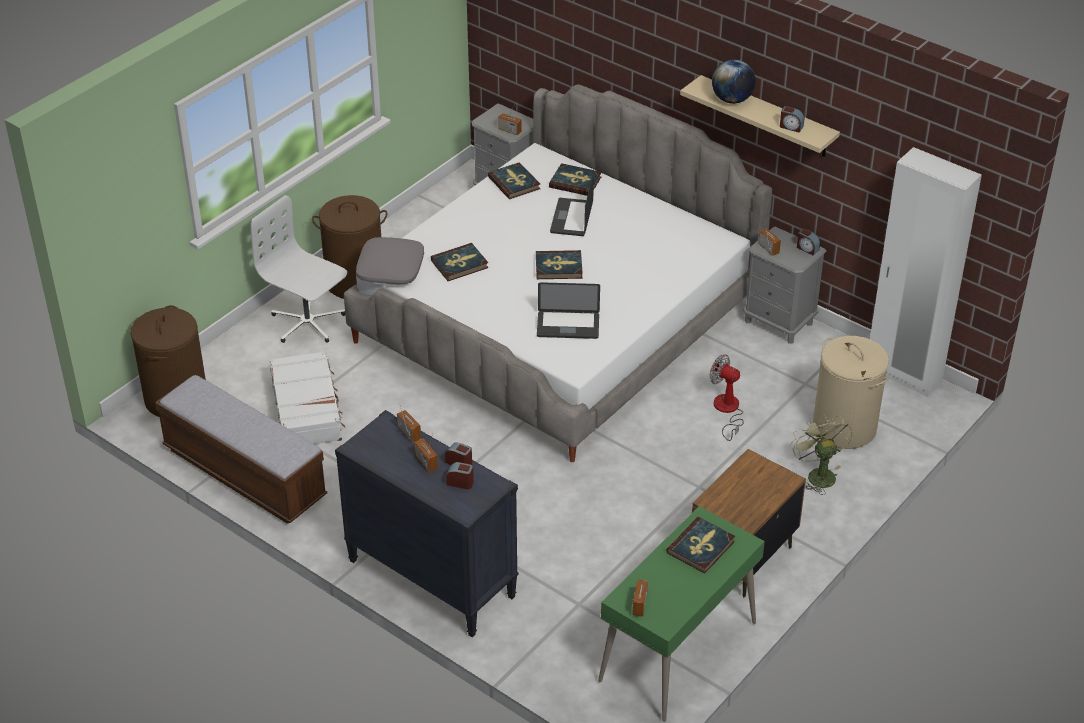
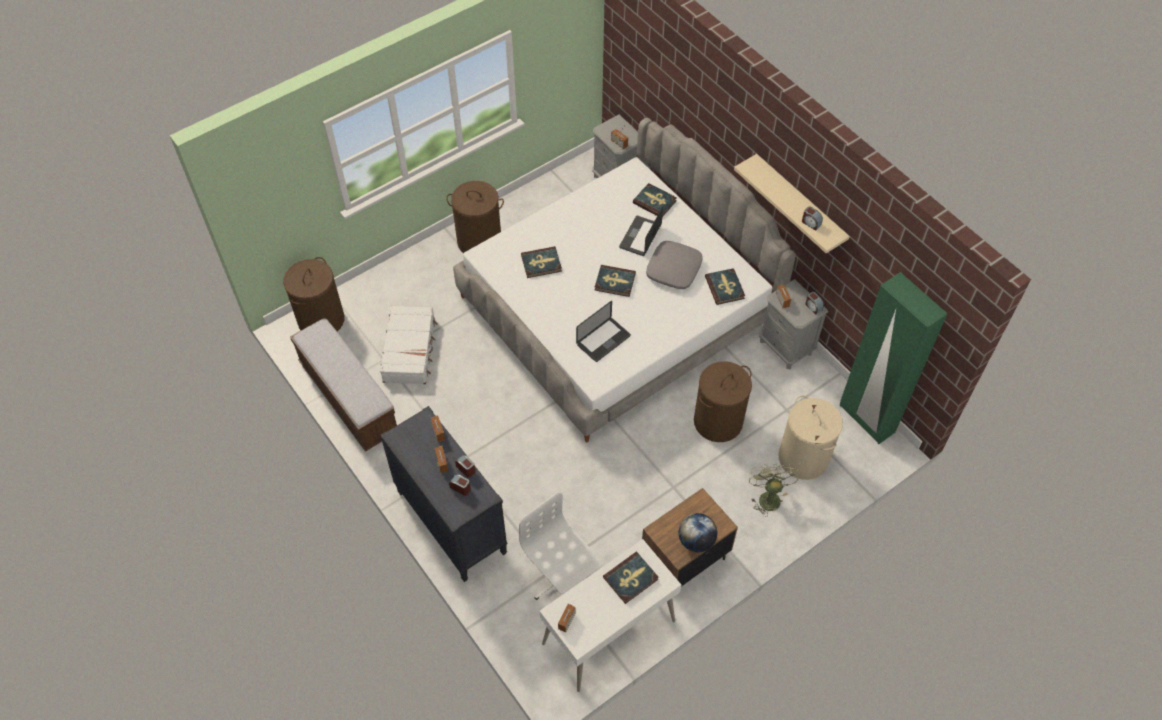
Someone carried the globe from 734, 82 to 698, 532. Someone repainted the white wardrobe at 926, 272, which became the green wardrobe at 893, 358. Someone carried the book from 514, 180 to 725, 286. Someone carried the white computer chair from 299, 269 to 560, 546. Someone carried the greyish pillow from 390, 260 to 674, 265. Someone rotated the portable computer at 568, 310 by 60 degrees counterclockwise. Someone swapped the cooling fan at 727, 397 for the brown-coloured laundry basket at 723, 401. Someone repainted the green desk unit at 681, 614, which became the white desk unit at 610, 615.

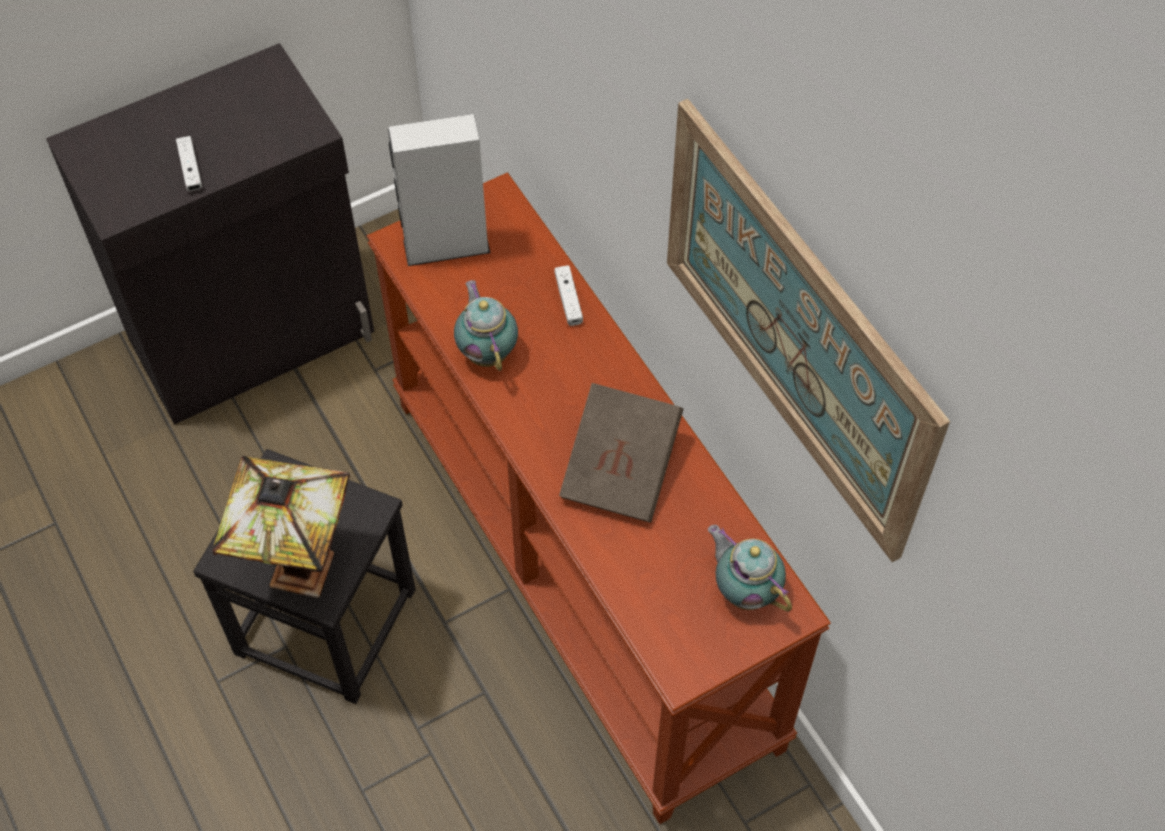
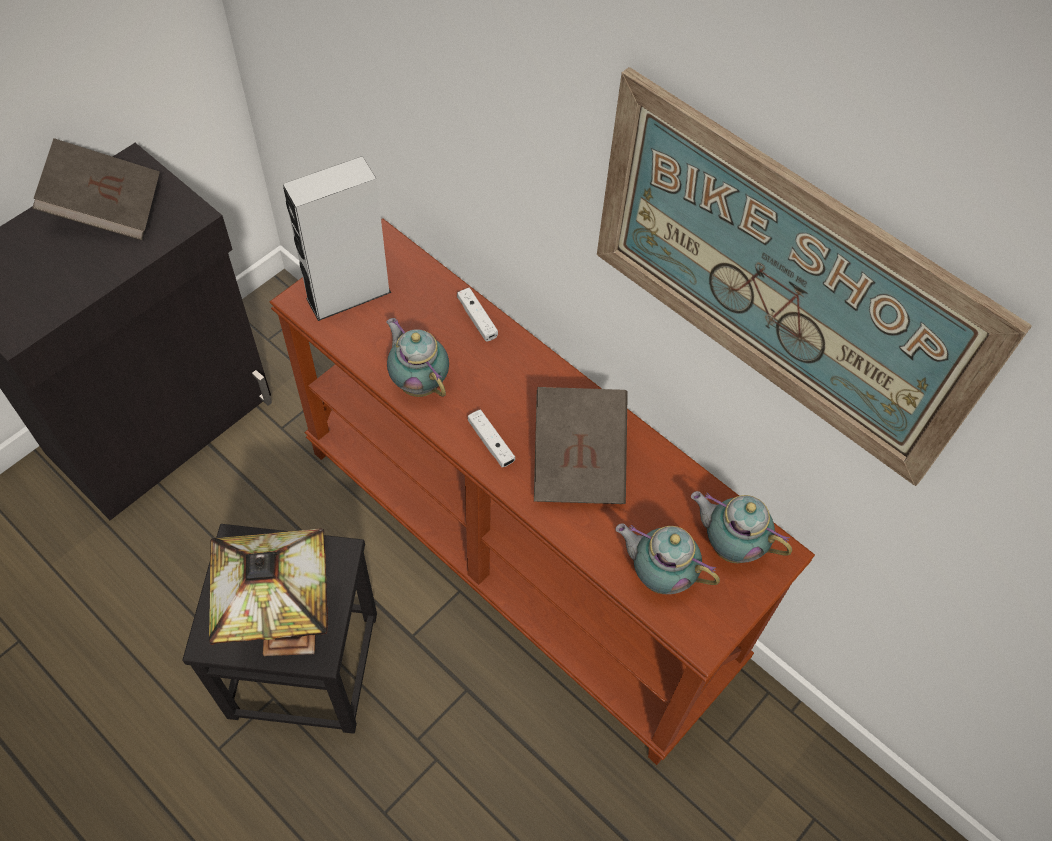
Someone carried the white game controller from 189, 163 to 491, 438. Someone put down the brown-coloured book at 96, 189. Someone put down the tea pot at 668, 558.

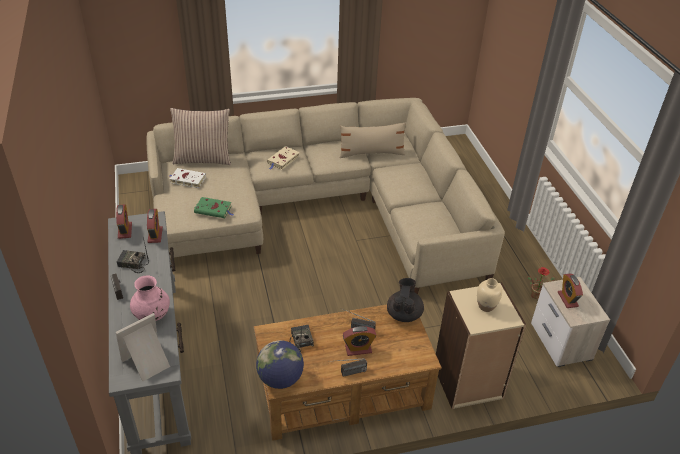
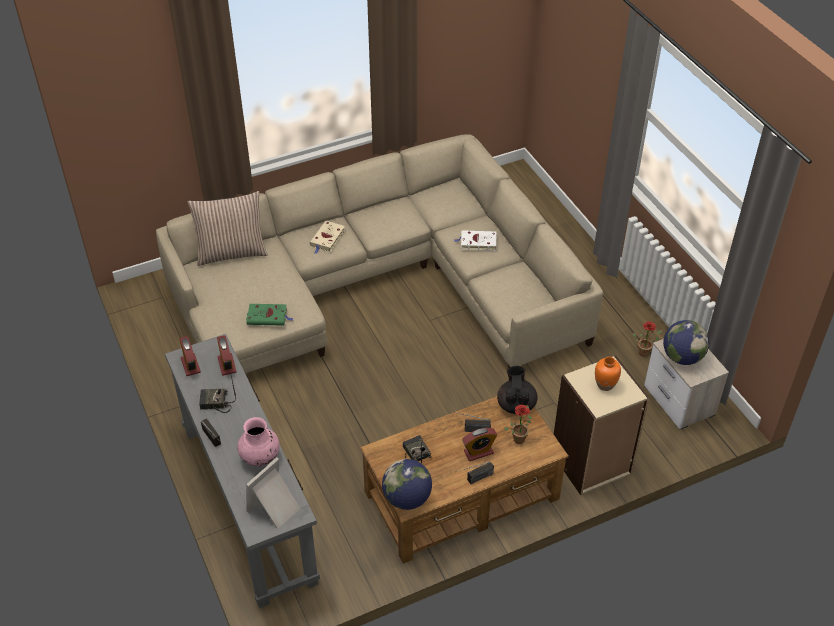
Someone took away the beige pillow at 373, 140. Someone carried the white book from 188, 178 to 475, 240. Someone swapped the table clock at 570, 291 for the globe at 686, 342. Someone repainted the beige decorative vase at 489, 295, which became the orangey decorative vase at 608, 374. Someone put down the potted plant at 517, 424.

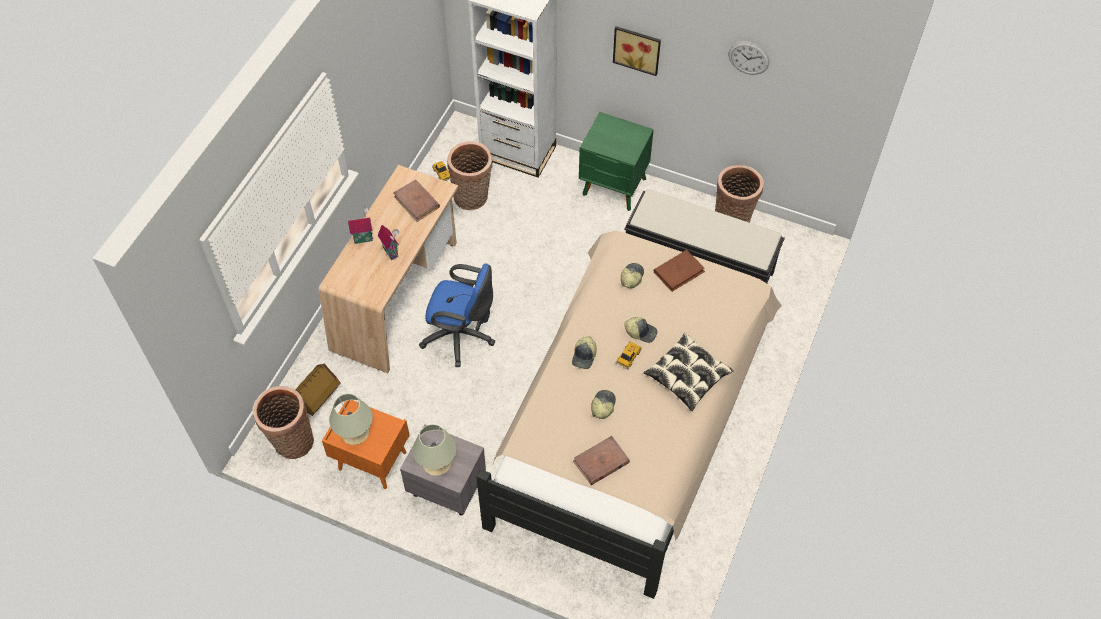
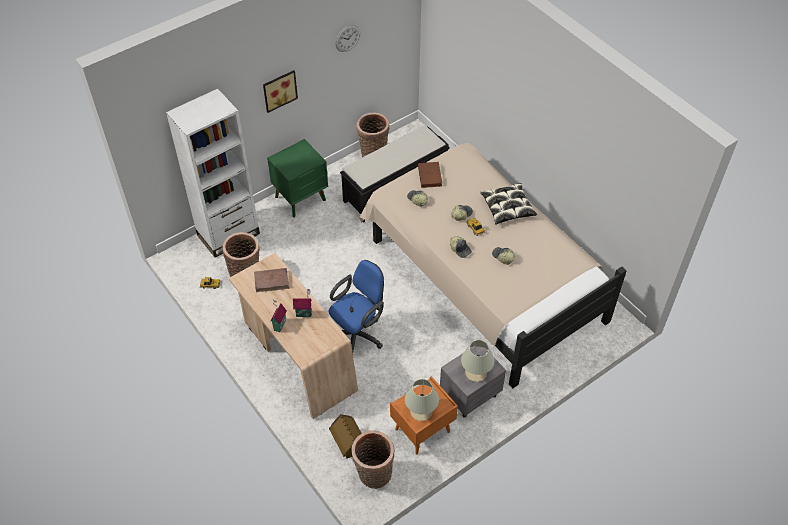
Someone took away the brown-coloured book at 601, 460.

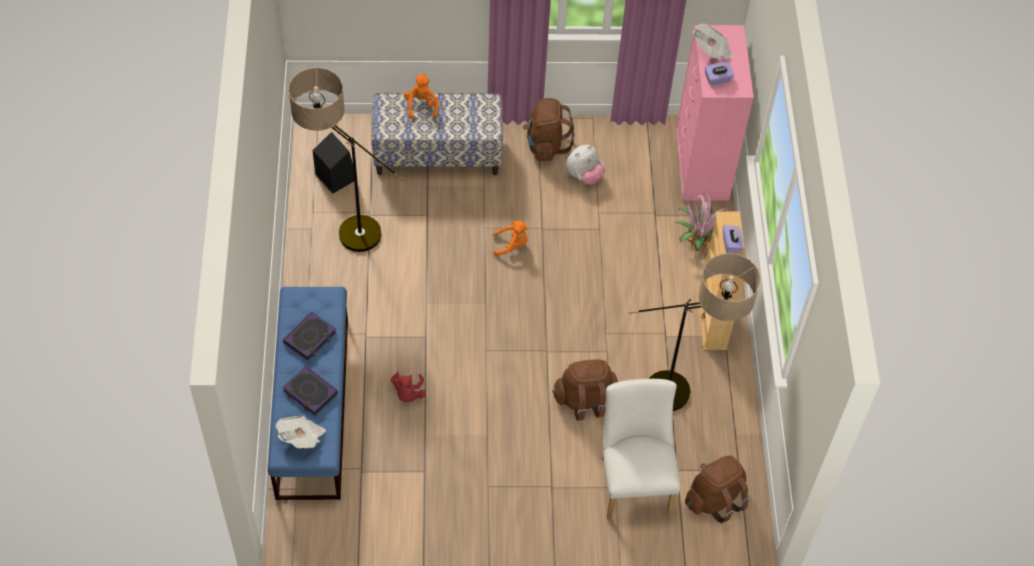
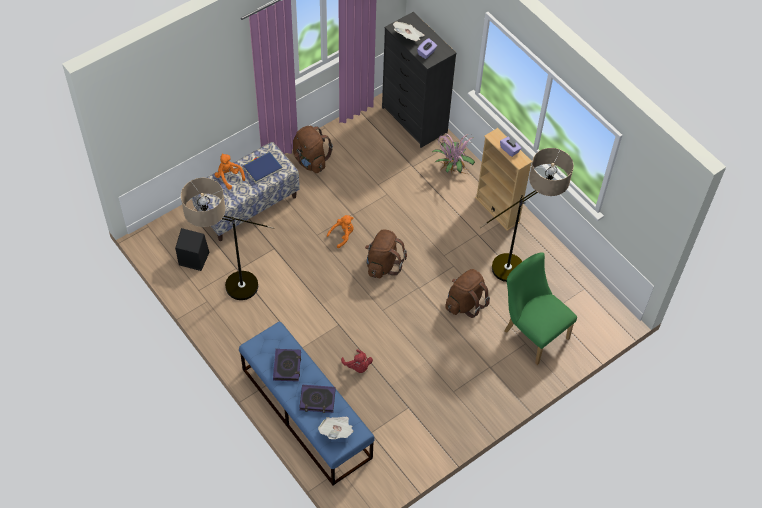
Someone repainted the pink-coloured drawer chest at 715, 113, which became the black-coloured drawer chest at 419, 80. Someone took away the plush toy at 585, 165. Someone repainted the white chair at 641, 449, which became the green chair at 540, 308. Someone carried the brown-coloured knapsack from 717, 489 to 386, 253. Someone put down the bluish book at 263, 167.

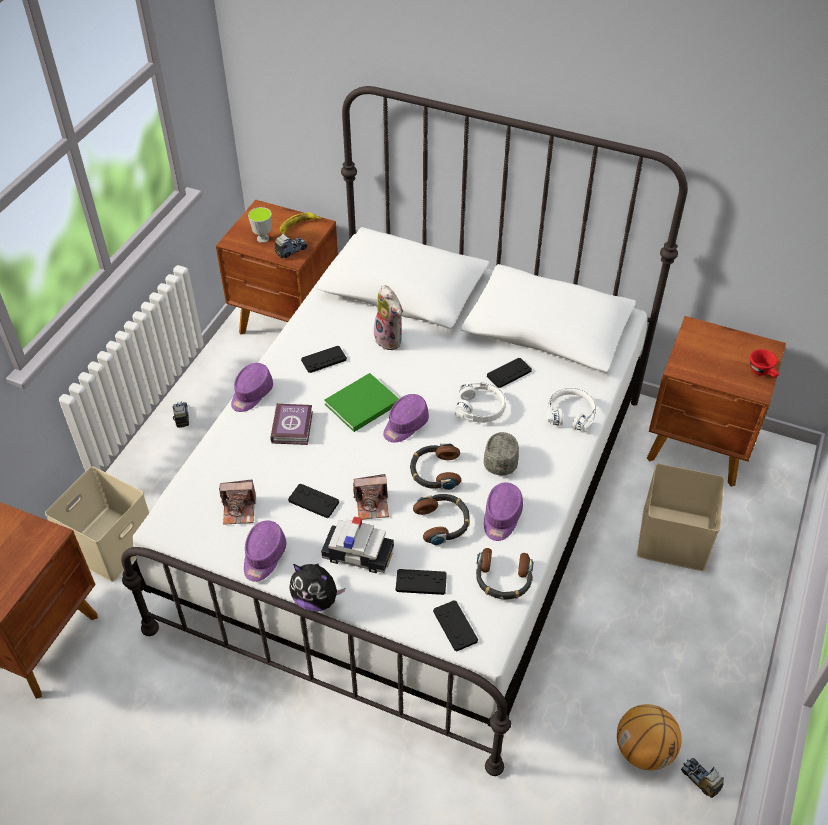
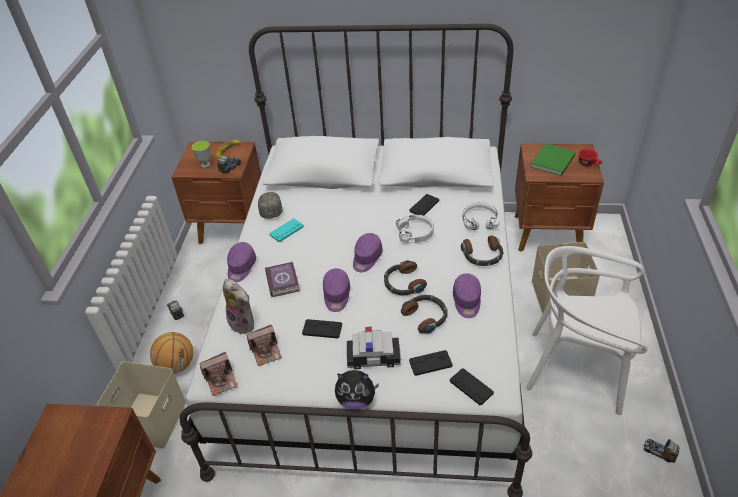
Someone carried the plush toy from 388, 317 to 238, 307. Someone repainted the black-coloured game controller at 324, 359, which became the turquoise game controller at 287, 230. Someone carried the green book from 362, 402 to 553, 160. Someone carried the greyish cap from 501, 453 to 270, 205. Someone carried the photo camera from 371, 497 to 218, 374. Someone carried the purplish cap from 265, 551 to 336, 290. Someone carried the headset from 505, 573 to 482, 250. Someone carried the basketball ball from 649, 737 to 171, 353. Someone put down the white chair at 587, 330.

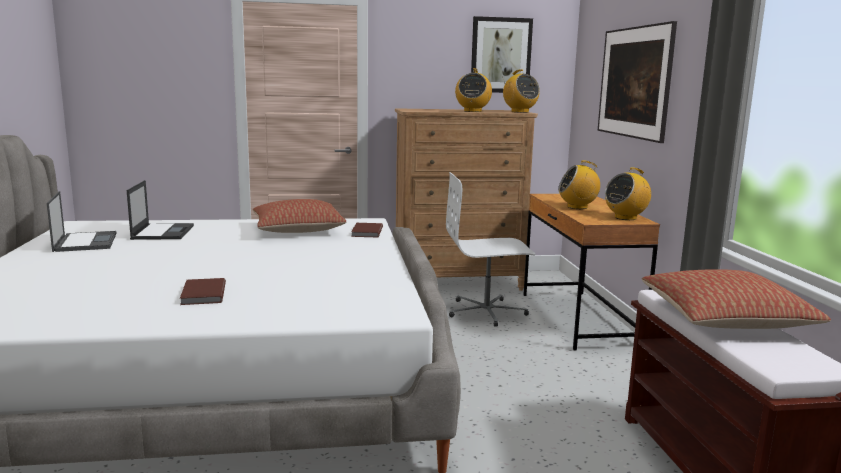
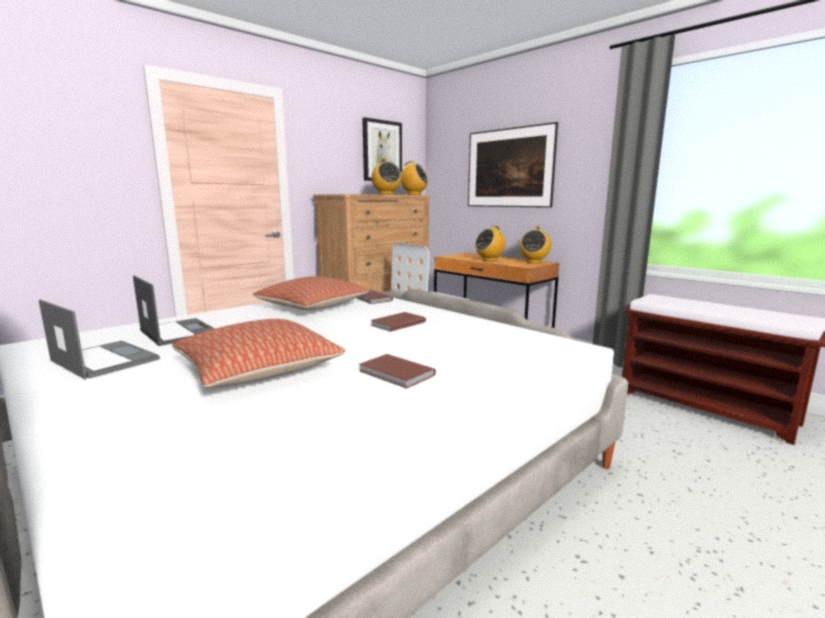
Someone carried the pillow from 736, 299 to 258, 353. Someone put down the brown-coloured book at 398, 322.

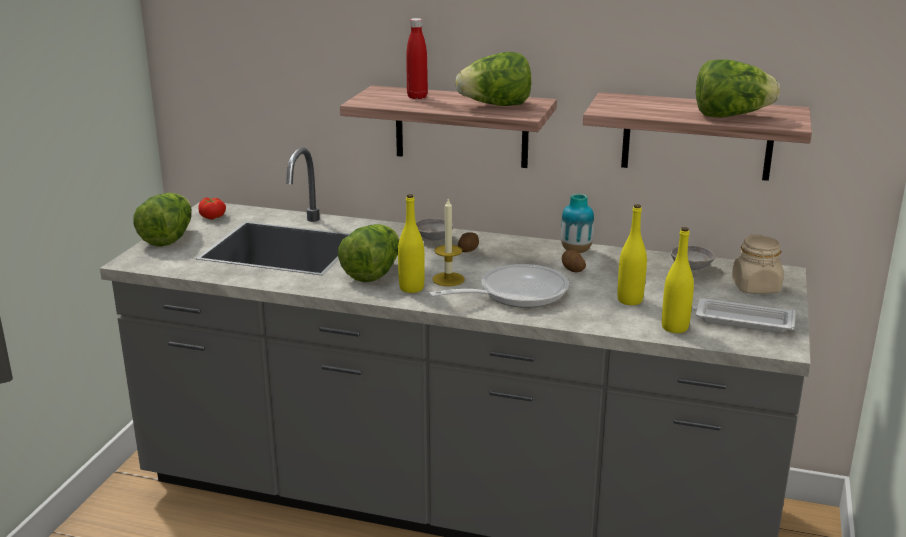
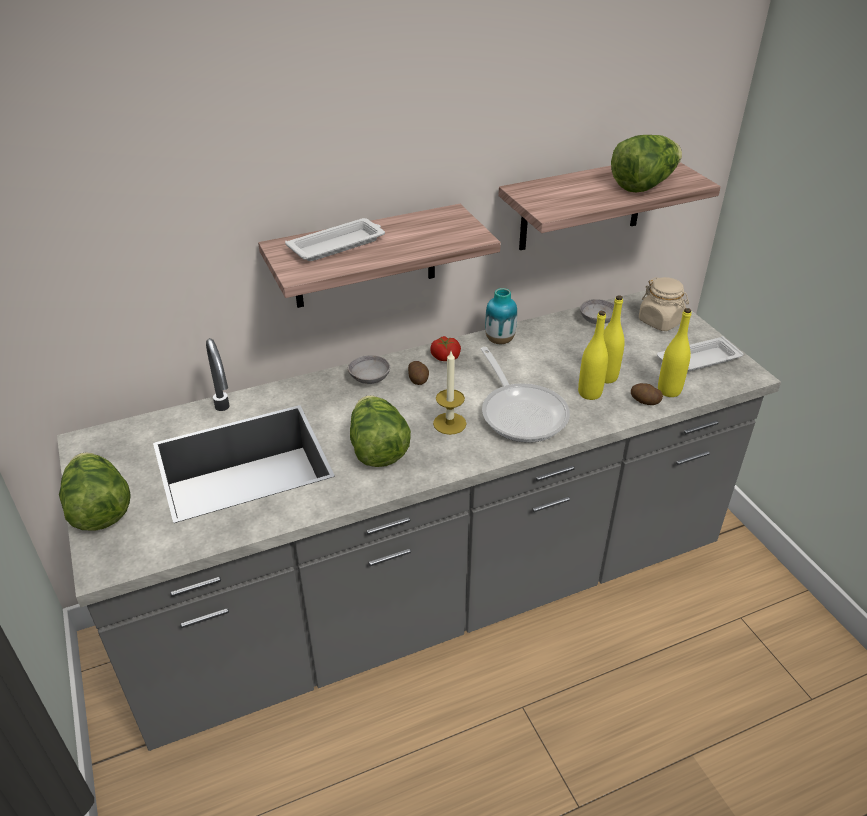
Someone swapped the red-coloured drink bottle at 417, 58 for the white serving tray at 335, 239. Someone took away the lettuce at 493, 79. Someone carried the yellow drink bottle from 411, 243 to 593, 355. Someone carried the whole tomato from 212, 208 to 445, 348. Someone carried the spud from 574, 261 to 647, 394. Someone rotated the pan at 499, 286 by 135 degrees clockwise.

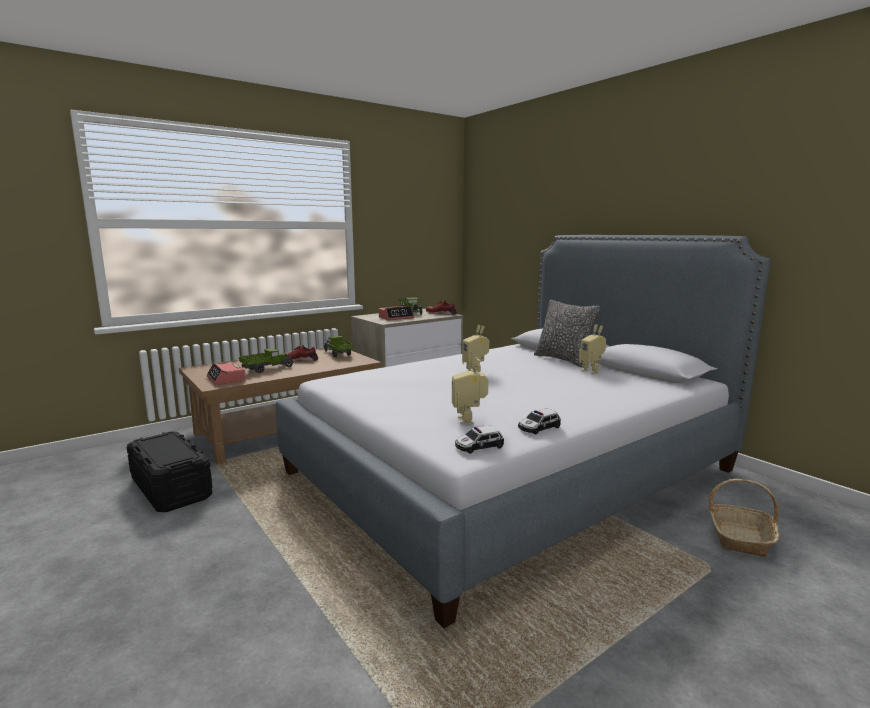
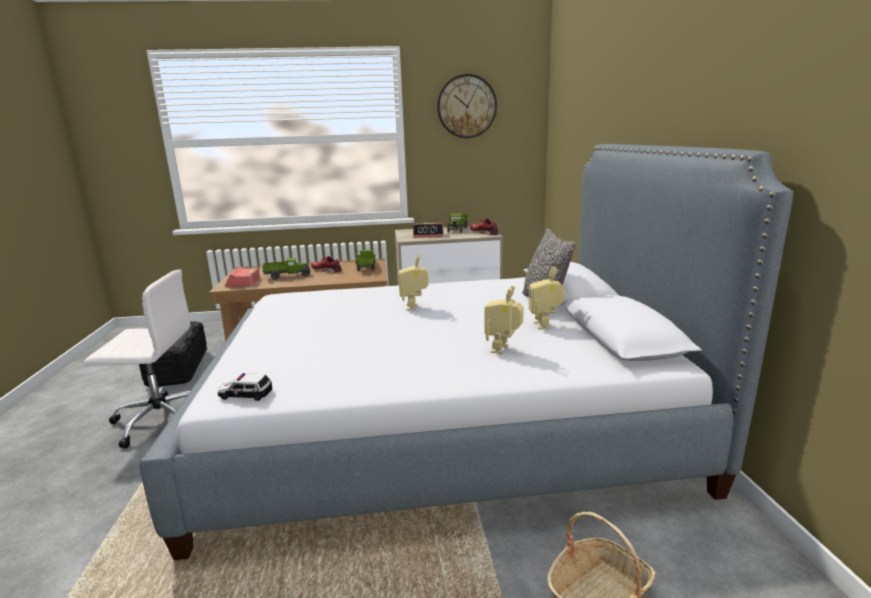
Someone carried the model robot from 470, 390 to 504, 319. Someone took away the miniature car at 539, 421. Someone put up the wall clock at 467, 106. Someone put down the white computer chair at 137, 358.

